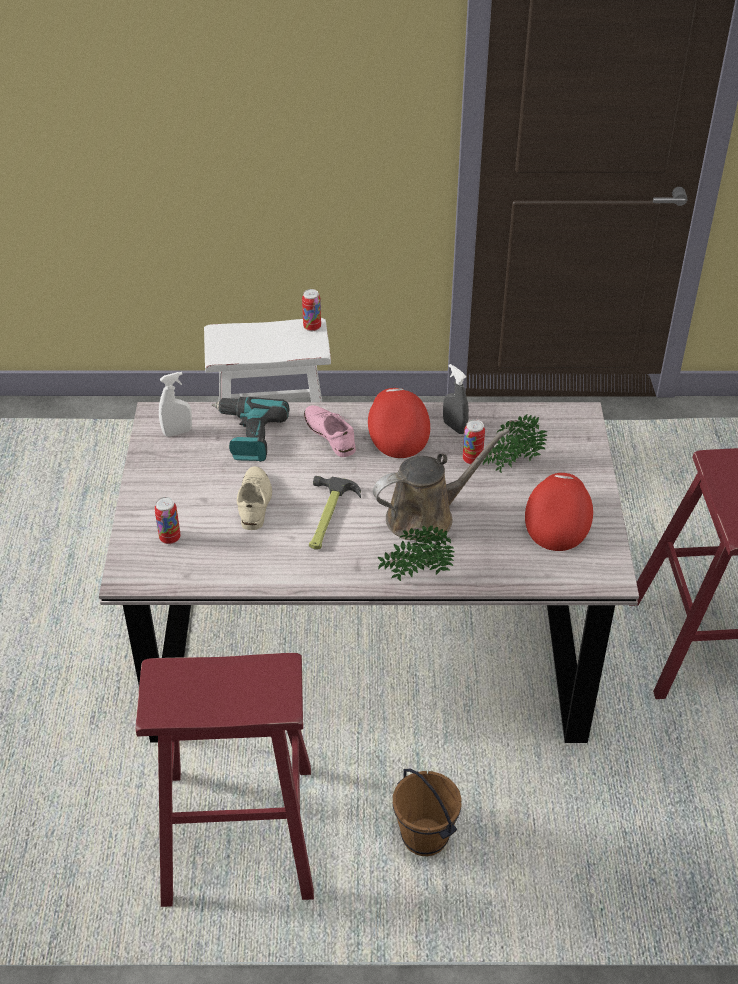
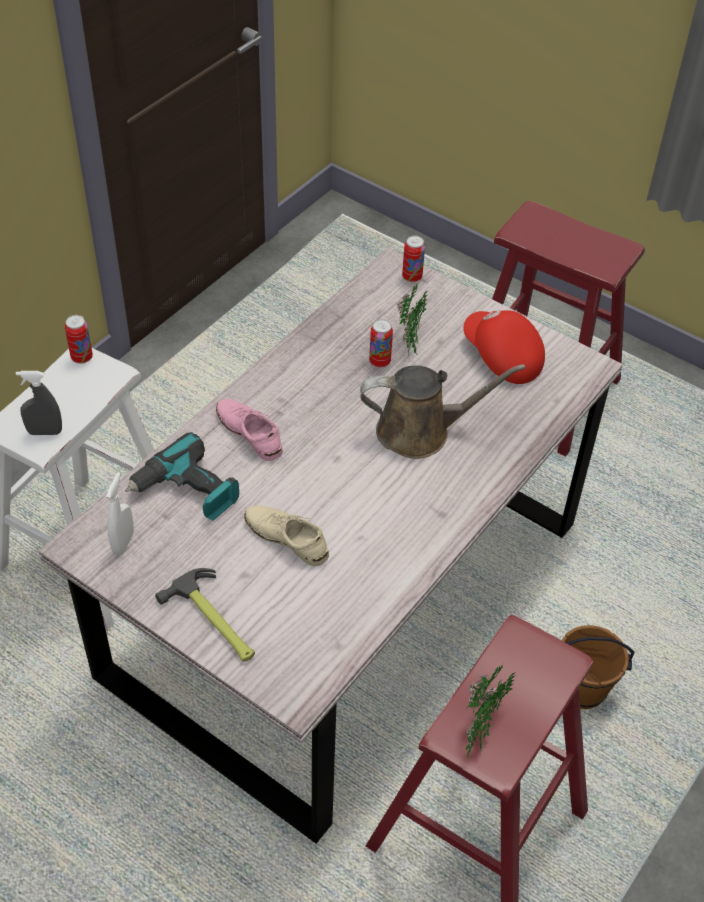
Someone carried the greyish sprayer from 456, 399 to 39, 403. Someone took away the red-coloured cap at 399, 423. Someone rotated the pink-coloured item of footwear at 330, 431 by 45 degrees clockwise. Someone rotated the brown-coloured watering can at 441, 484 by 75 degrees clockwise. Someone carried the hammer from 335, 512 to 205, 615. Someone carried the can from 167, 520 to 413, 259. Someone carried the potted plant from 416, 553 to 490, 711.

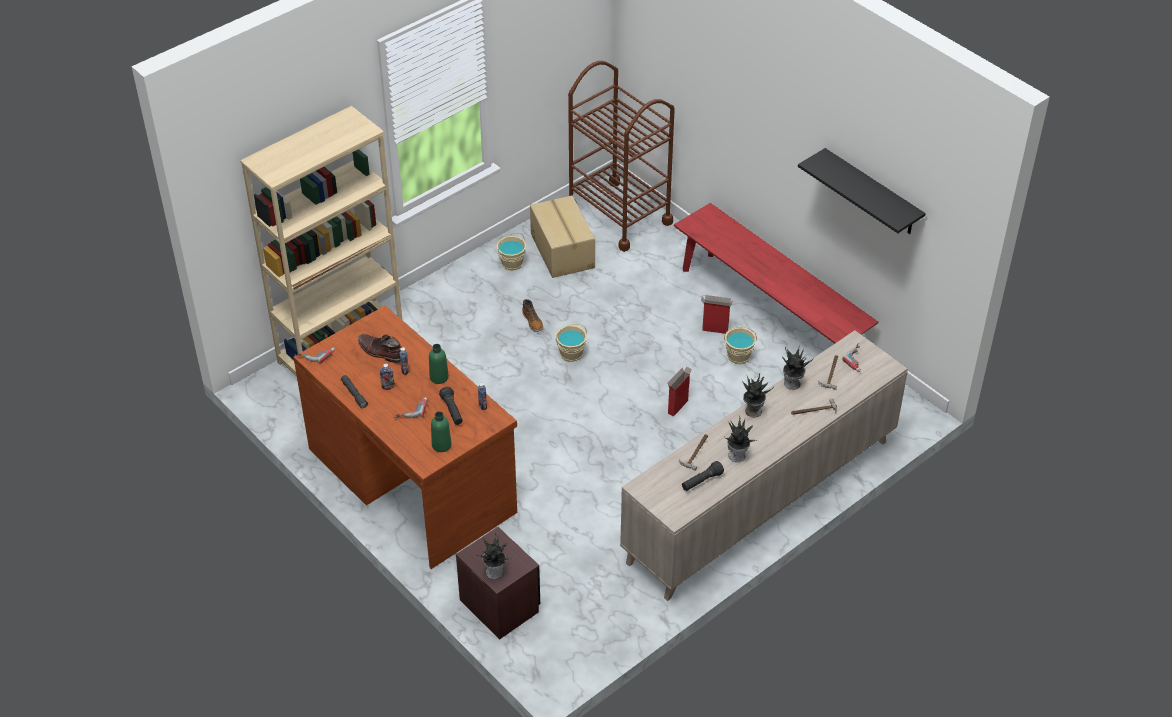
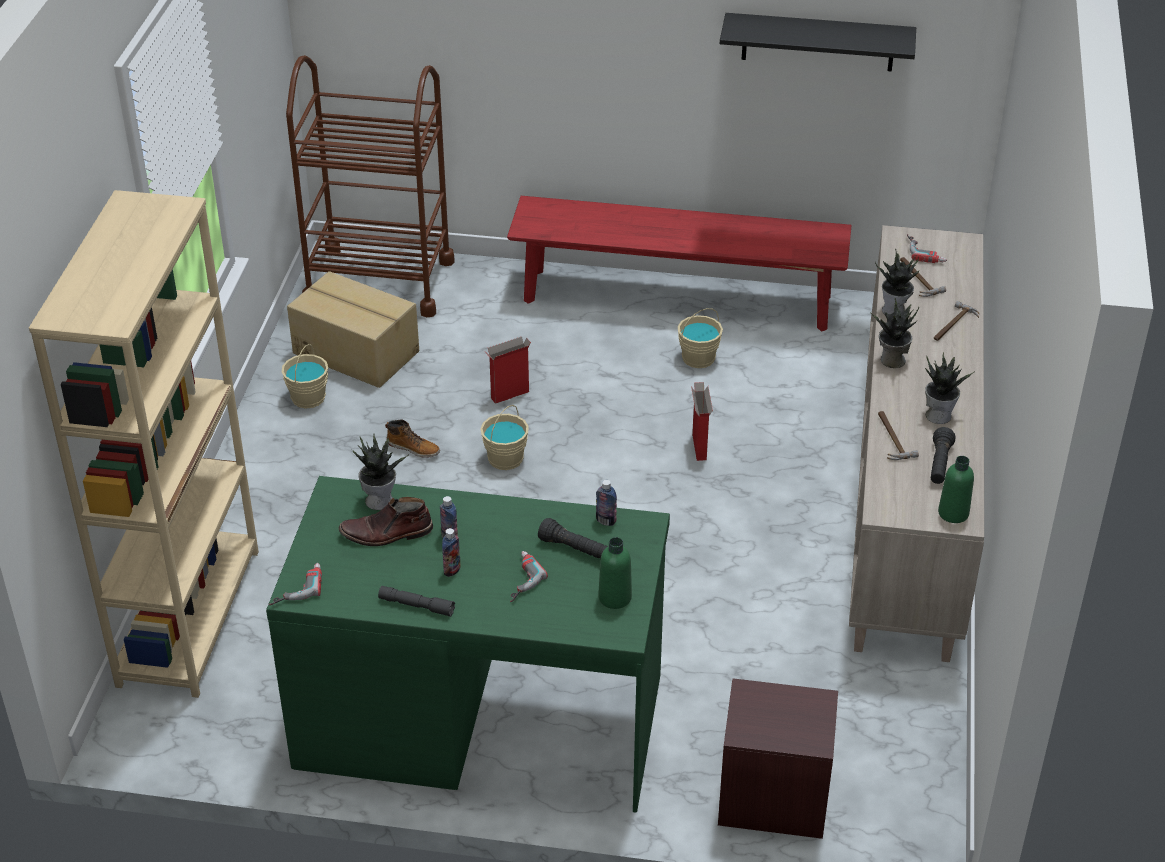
Someone carried the cardboard box from 717, 314 to 508, 370. Someone repainted the brown-coloured desk unit at 405, 437, which became the green desk unit at 468, 644. Someone carried the green drink bottle from 439, 364 to 956, 489. Someone carried the potted plant from 493, 555 to 380, 472.

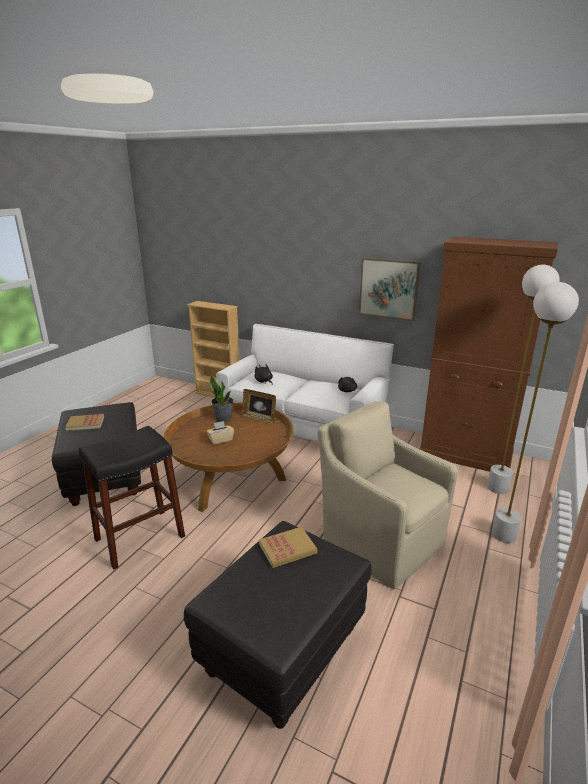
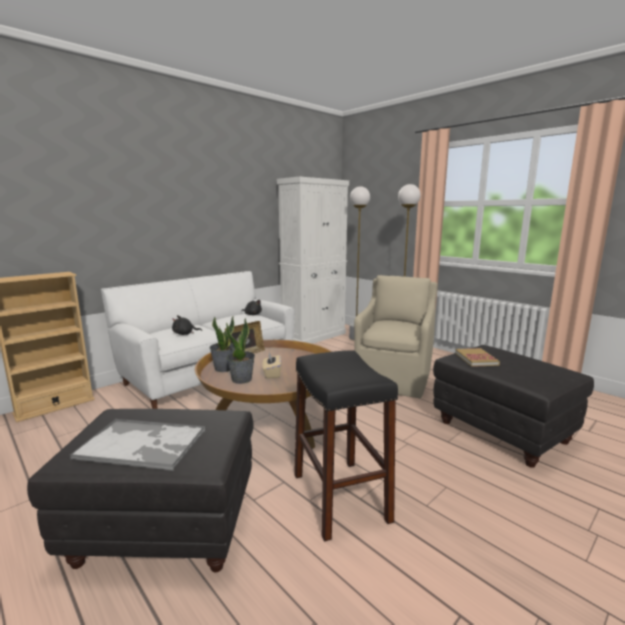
Someone repainted the brown-coloured cabinet at 488, 354, which became the white cabinet at 313, 260. Someone took away the wall picture at 389, 289. Someone rotated the beige armchair at 387, 495 by 135 degrees clockwise. Someone swapped the book at 84, 422 for the serving tray at 137, 444. Someone put down the potted plant at 240, 351.

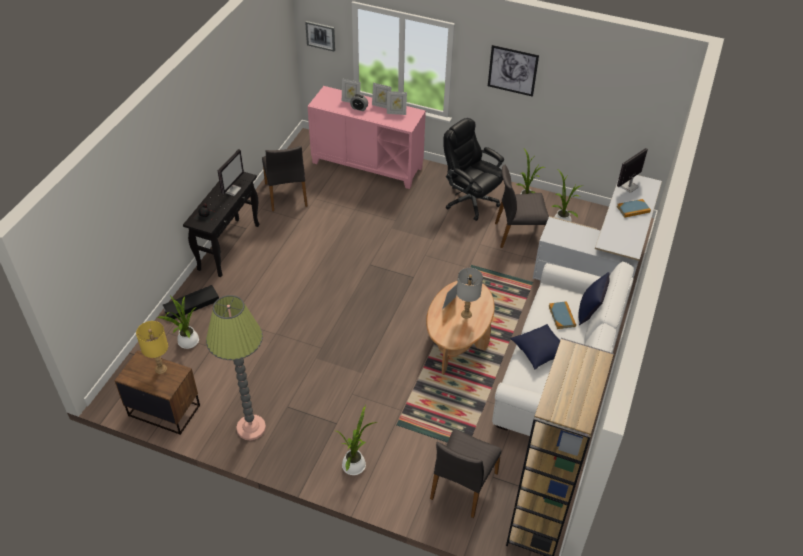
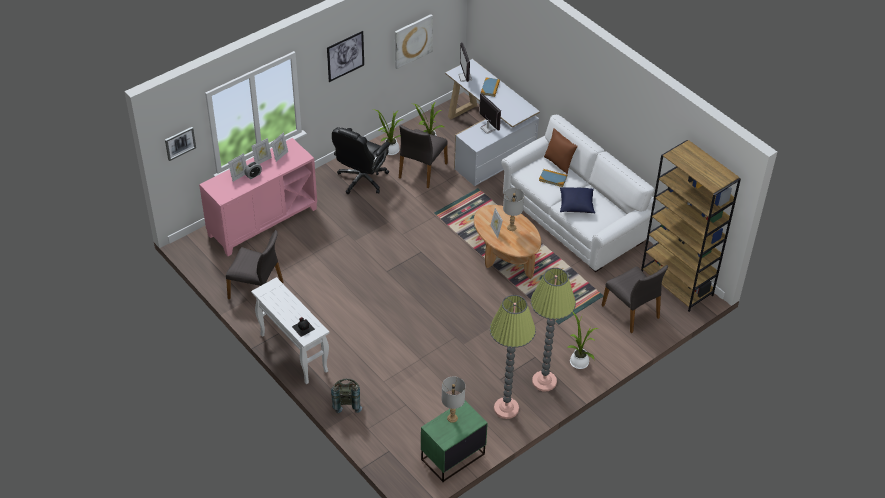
Someone rotated the black-coloured computer chair at 473, 169 by 45 degrees counterclockwise. Someone carried the monitor from 231, 172 to 490, 113. Someone repainted the black-coloured console table at 221, 224, which became the white console table at 290, 330. Someone repainted the bluish pillow at 594, 298, which became the brown-coloured pillow at 561, 151. Someone swapped the black-coloured storage container at 191, 302 for the greyish knapsack at 346, 396. Someone took away the potted plant at 178, 322. Someone repainted the yellow tabletop lamp at 152, 347, which became the greyish tabletop lamp at 453, 400. Someone repainted the brown-coloured bedside table at 157, 392, which became the green bedside table at 454, 441. Someone put up the wall picture at 414, 41. Someone put down the floor lamp at 553, 329.

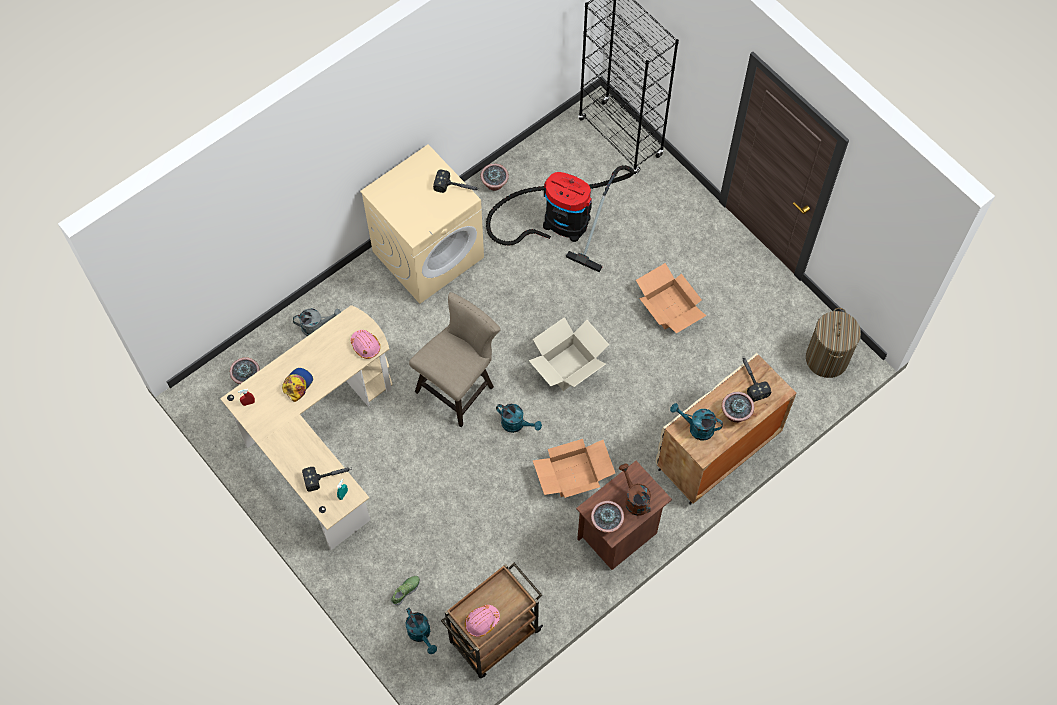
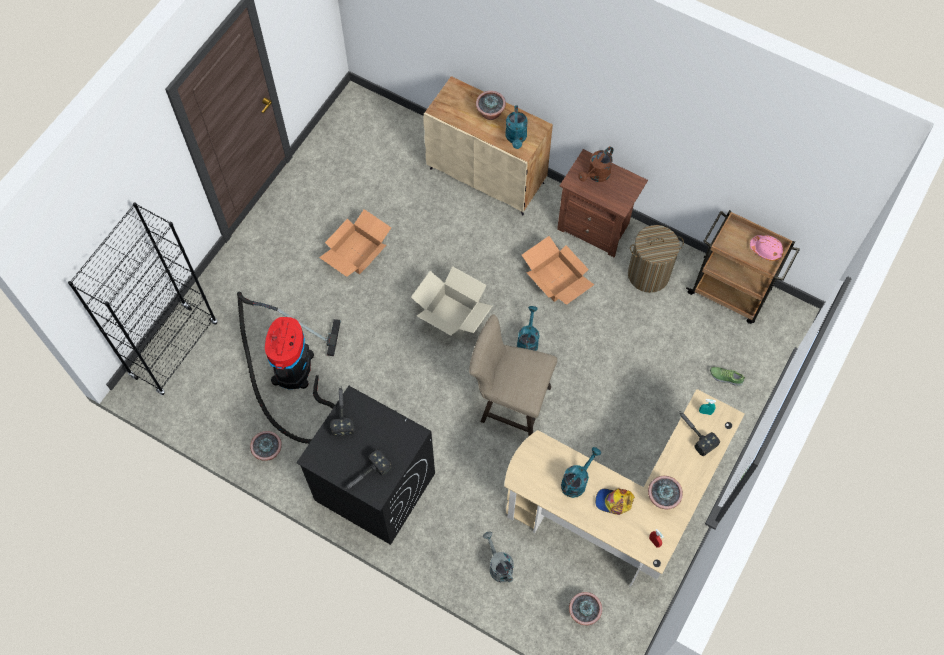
Someone repainted the beige laundry appliance at 422, 224, which became the black-coloured laundry appliance at 365, 465. Someone carried the laundry basket from 833, 343 to 656, 259. Someone took away the pink-coloured hard hat at 365, 344. Someone carried the hammer from 756, 379 to 368, 470. Someone carried the potted plant from 607, 517 to 665, 492. Someone carried the turquoise watering can from 421, 631 to 581, 472.

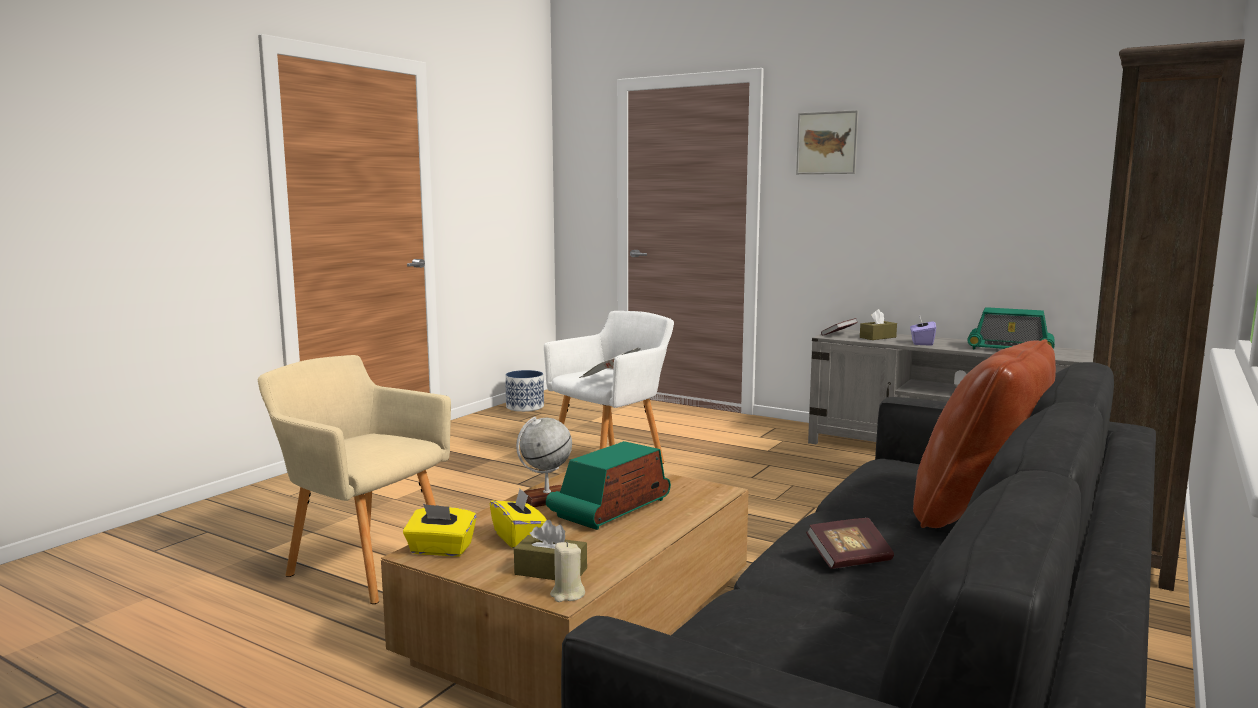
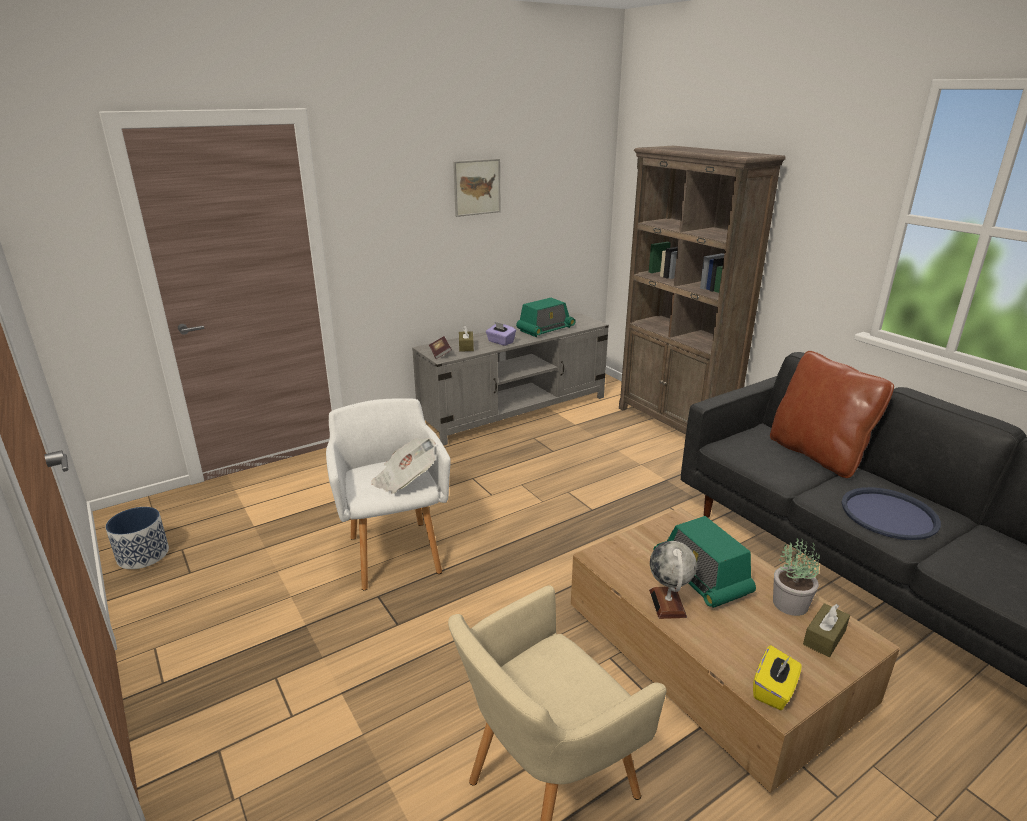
Someone carried the wall picture from 827, 142 to 477, 188. Someone took away the yellow tissue holder at 518, 518. Someone swapped the book at 850, 543 for the bluish serving tray at 891, 513. Someone took away the beige wax light at 567, 572. Someone put down the potted plant at 796, 577.

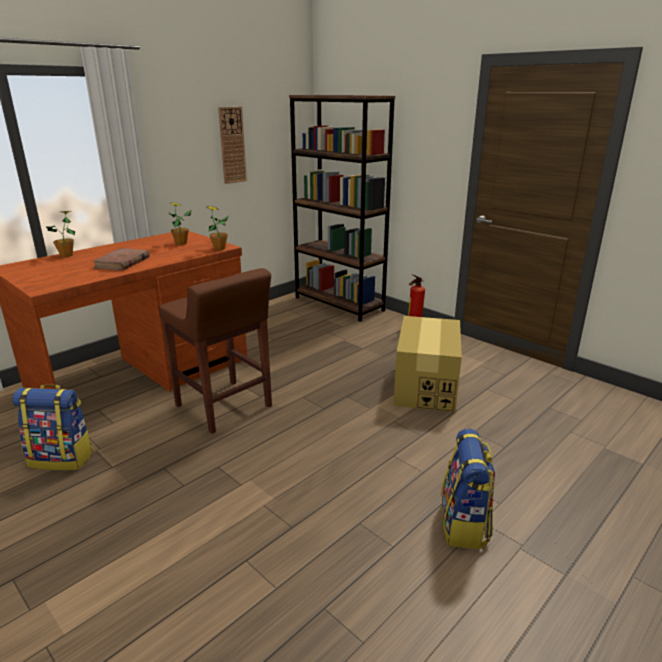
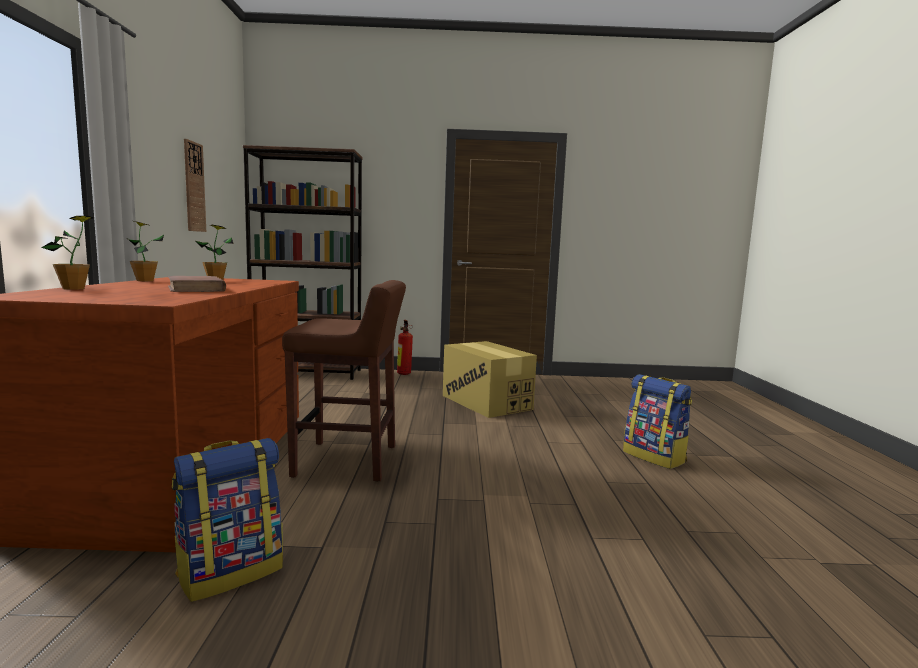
Someone carried the potted plant from 217, 228 to 145, 251.

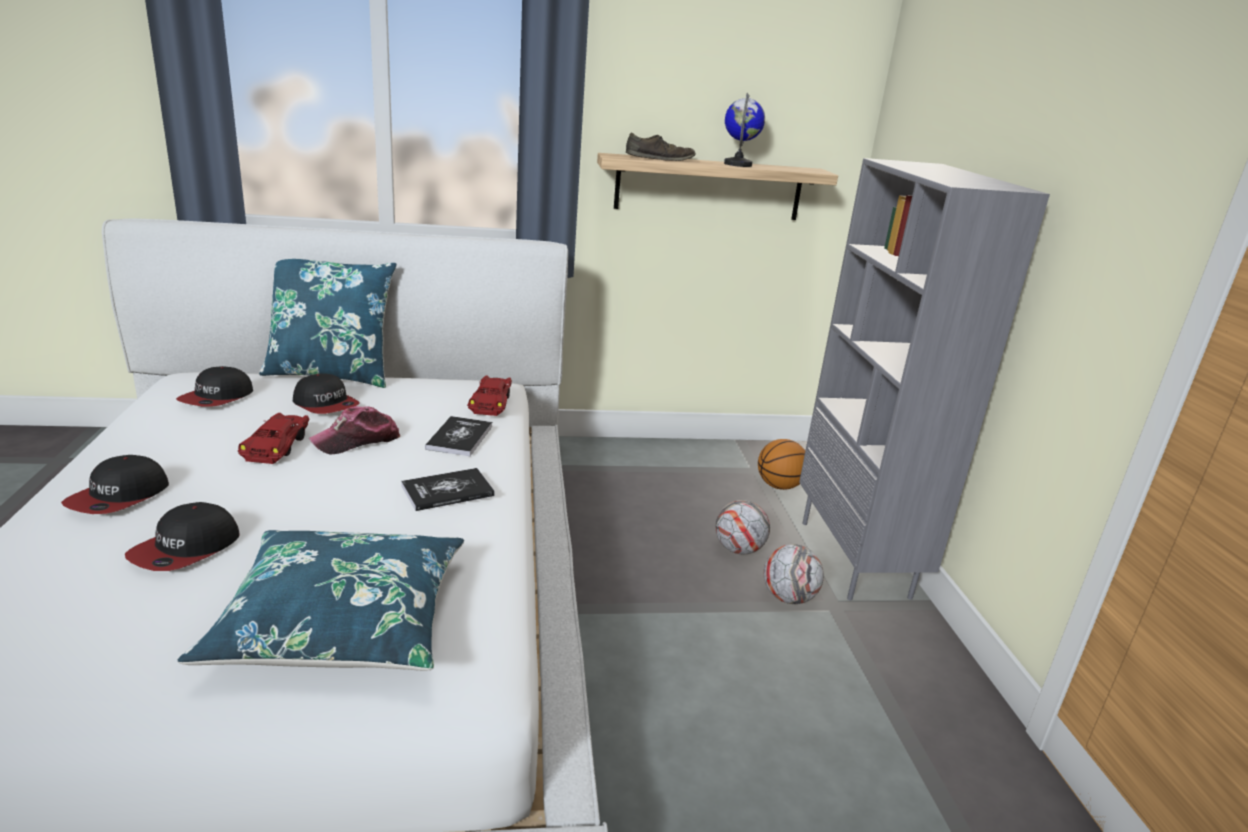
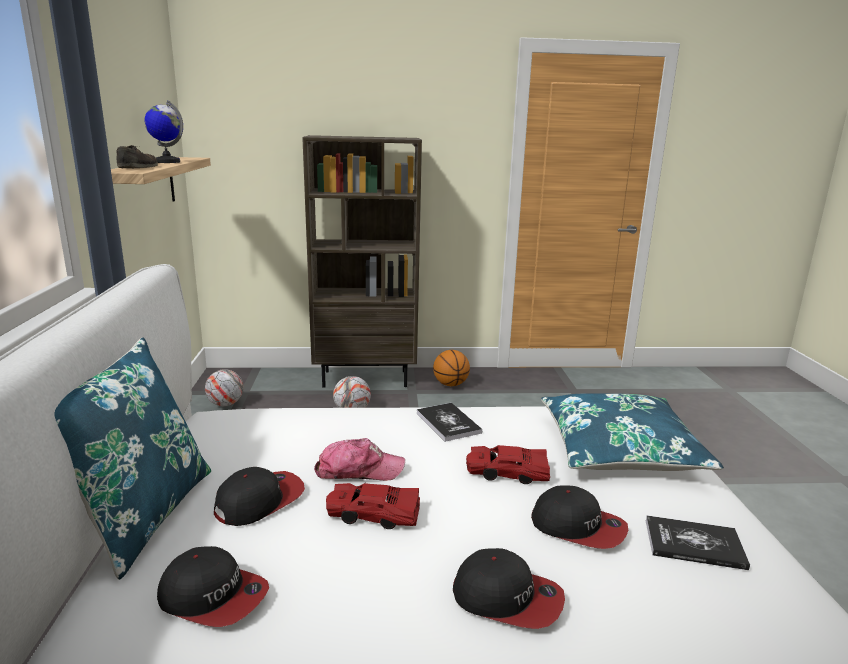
Someone repainted the greyish bookshelf at 924, 379, which became the brown-coloured bookshelf at 362, 261. Someone carried the red-coloured miniature car from 489, 396 to 508, 464. Someone rotated the cap at 354, 430 by 60 degrees counterclockwise. Someone carried the book from 458, 436 to 698, 542. Someone carried the basketball ball from 781, 464 to 451, 368. Someone carried the ball for football from 794, 574 to 224, 387.

